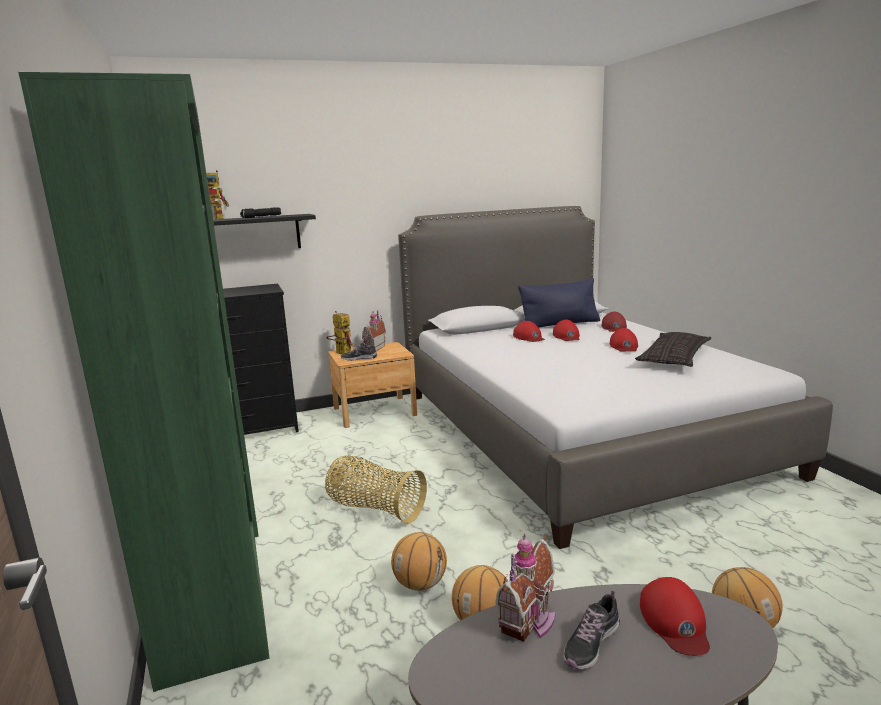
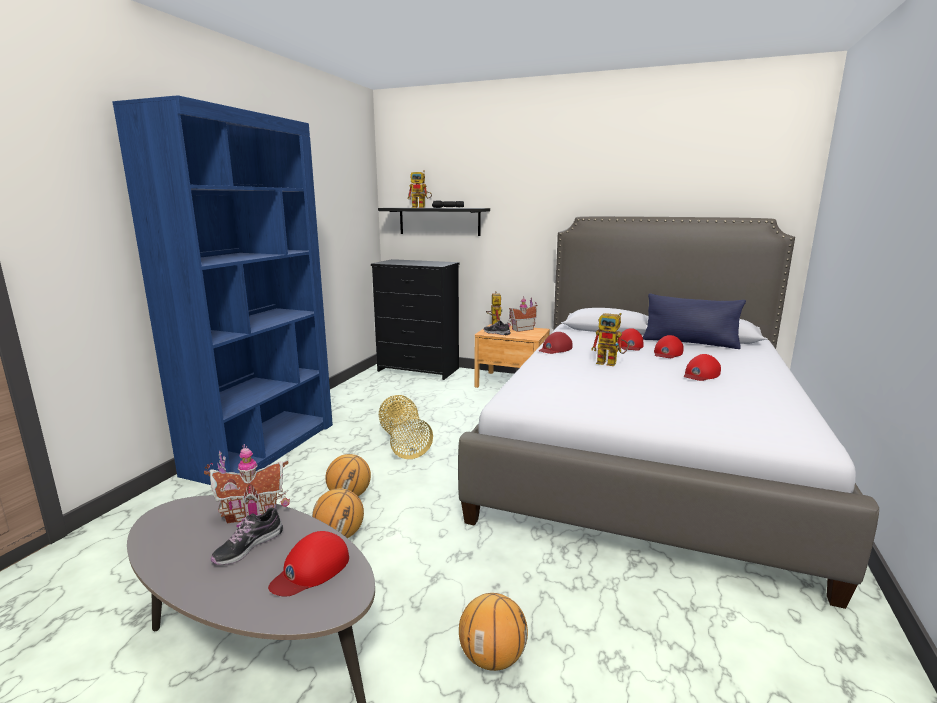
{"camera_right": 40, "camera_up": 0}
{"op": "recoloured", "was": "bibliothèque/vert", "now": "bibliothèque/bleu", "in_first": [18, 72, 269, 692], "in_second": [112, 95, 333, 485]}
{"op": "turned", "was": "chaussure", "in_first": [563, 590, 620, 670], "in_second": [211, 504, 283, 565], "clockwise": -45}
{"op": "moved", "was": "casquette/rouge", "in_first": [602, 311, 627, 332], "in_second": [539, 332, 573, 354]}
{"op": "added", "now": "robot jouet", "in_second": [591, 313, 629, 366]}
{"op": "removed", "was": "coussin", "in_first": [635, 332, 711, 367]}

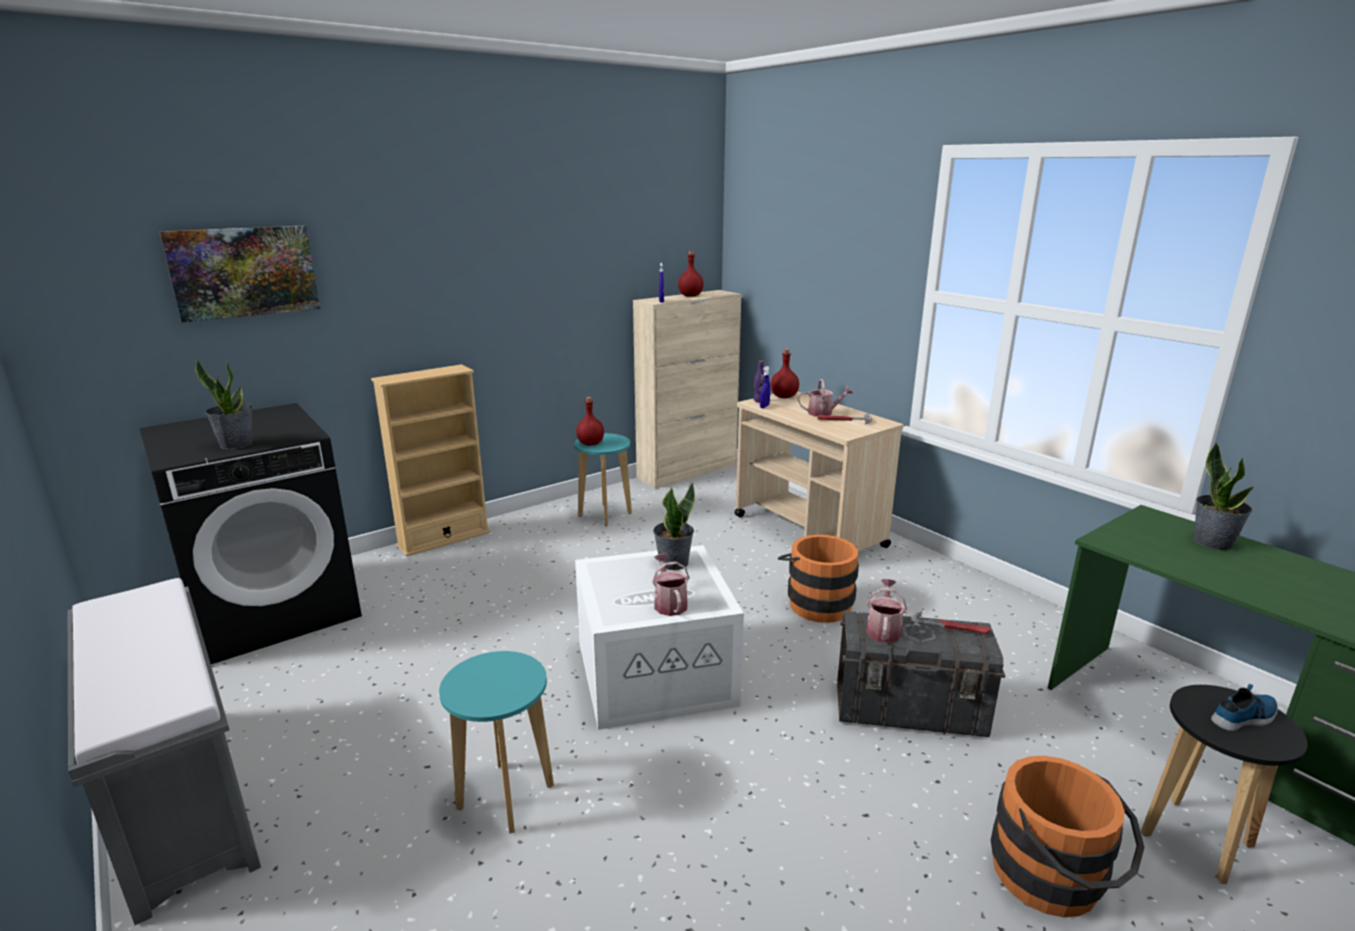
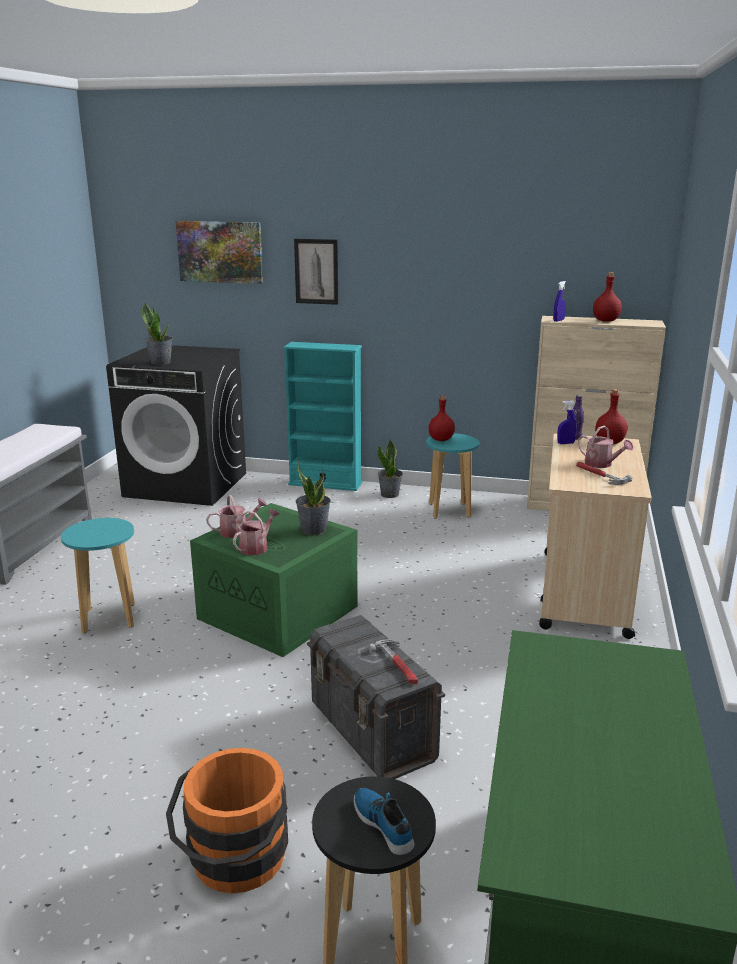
{"camera_right": 50, "camera_up": 0}
{"op": "recoloured", "was": "boîte de rangement/blanc", "now": "boîte de rangement/vert", "in_first": [575, 545, 744, 730], "in_second": [190, 503, 358, 657]}
{"op": "moved", "was": "arrosoir", "in_first": [866, 579, 907, 643], "in_second": [206, 495, 267, 538]}
{"op": "recoloured", "was": "bibliothèque/beige", "now": "bibliothèque/turquoise", "in_first": [371, 364, 490, 557], "in_second": [283, 342, 362, 491]}
{"op": "added", "now": "tableau", "in_second": [294, 239, 338, 305]}
{"op": "turned", "was": "chaussure", "in_first": [1211, 684, 1278, 731], "in_second": [353, 788, 415, 855], "clockwise": -150}
{"op": "moved", "was": "plante en pot", "in_first": [1193, 442, 1254, 550], "in_second": [378, 438, 403, 498]}
{"op": "removed", "was": "seau/orange", "in_first": [778, 535, 859, 623]}

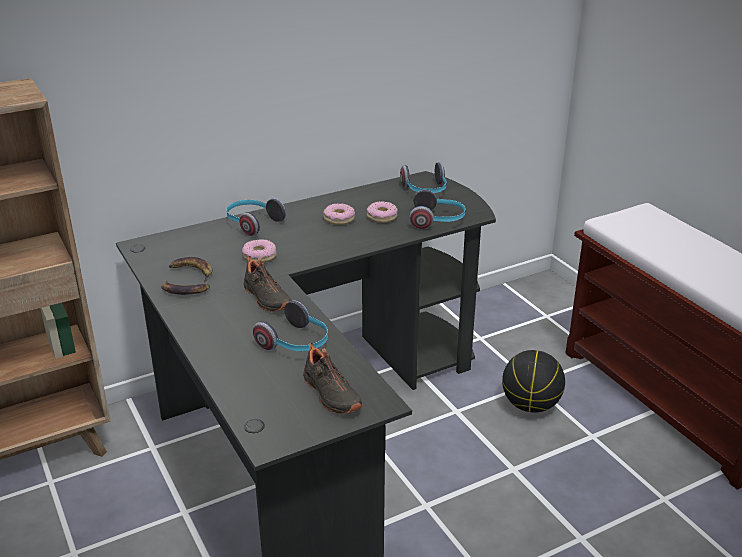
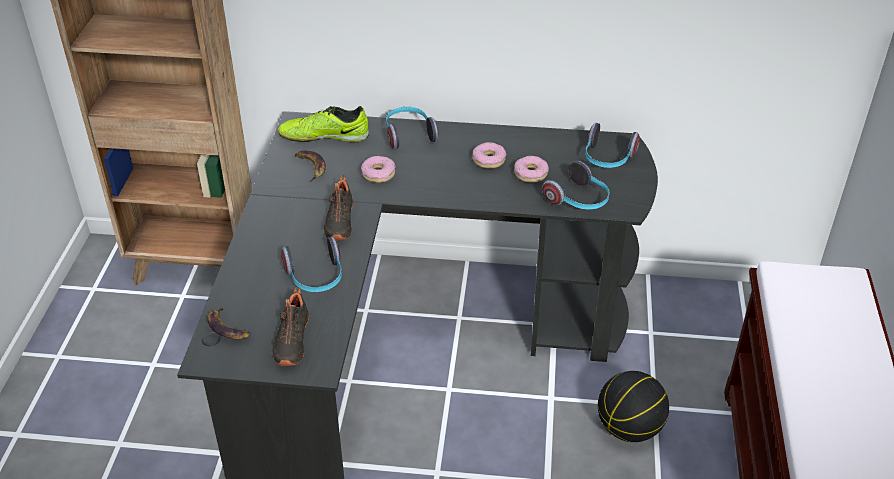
{"camera_right": 35, "camera_up": 10}
{"op": "moved", "was": "banane", "in_first": [161, 281, 210, 295], "in_second": [207, 306, 251, 340]}
{"op": "added", "now": "chaussure", "in_second": [278, 106, 369, 142]}

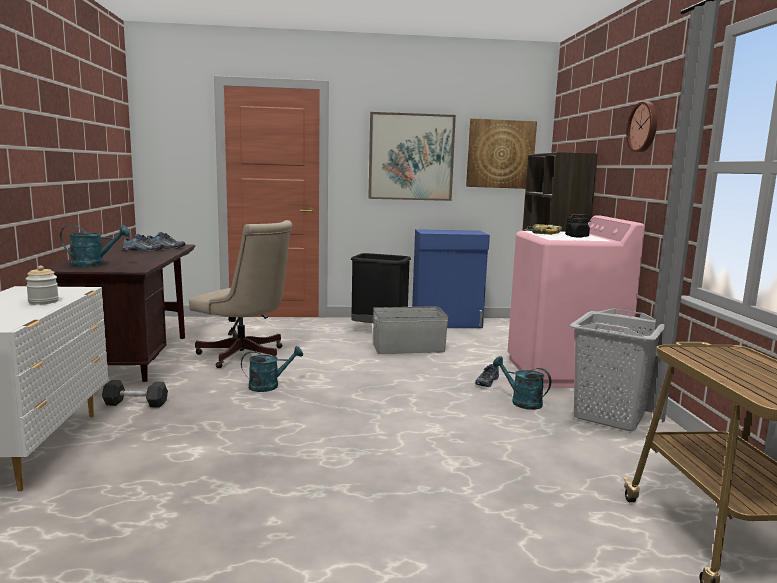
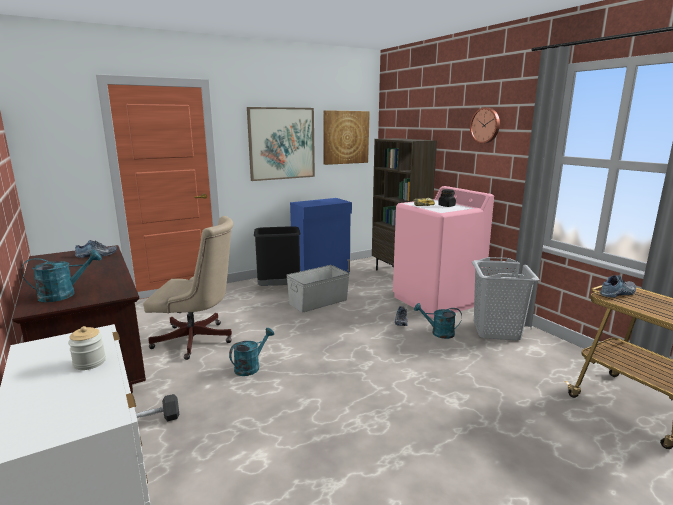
{"camera_right": -25, "camera_up": 5}
{"op": "moved", "was": "chaussure", "in_first": [122, 234, 164, 252], "in_second": [600, 275, 636, 297]}

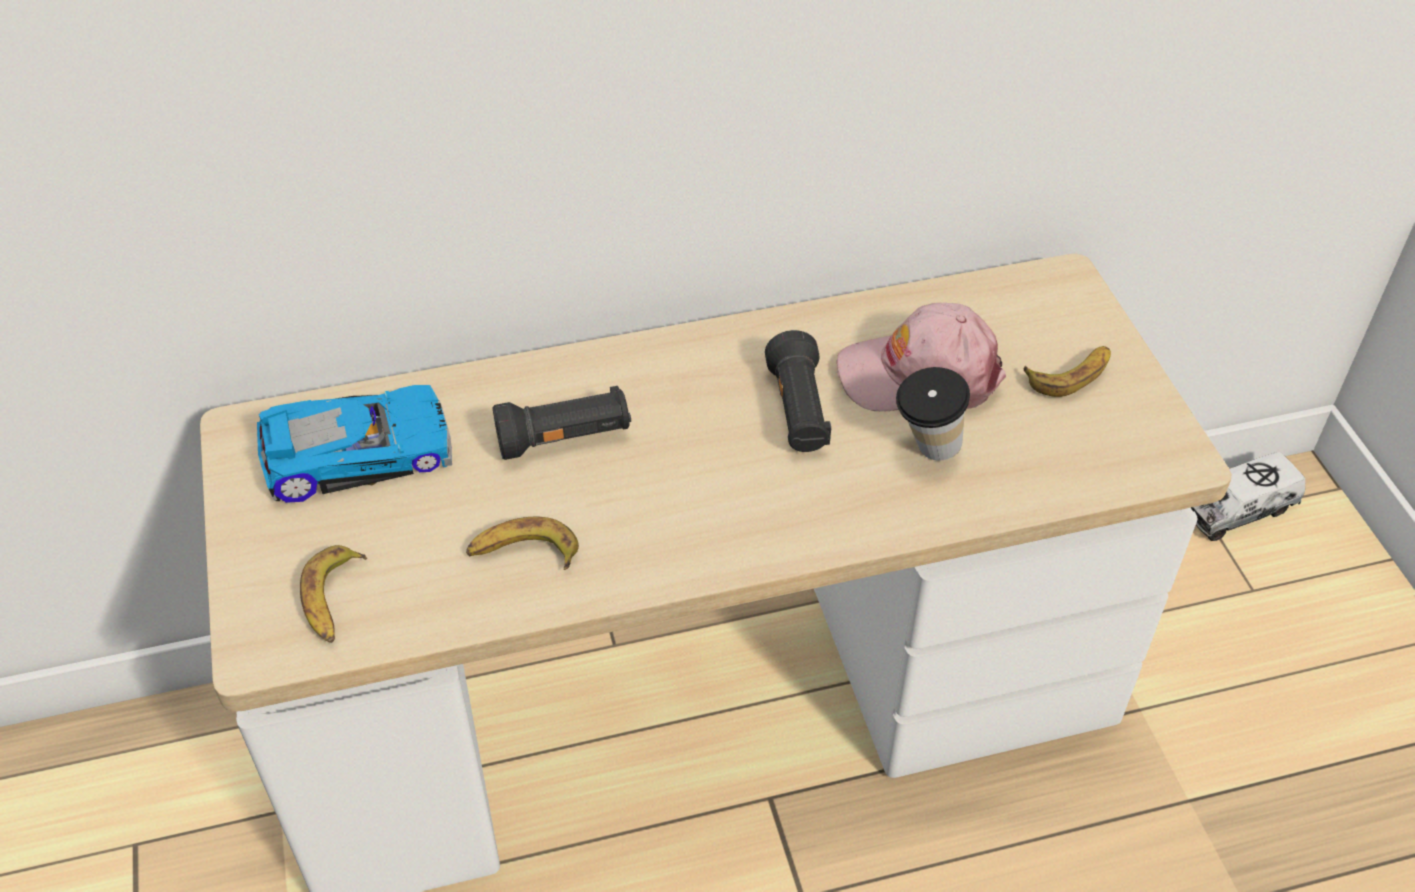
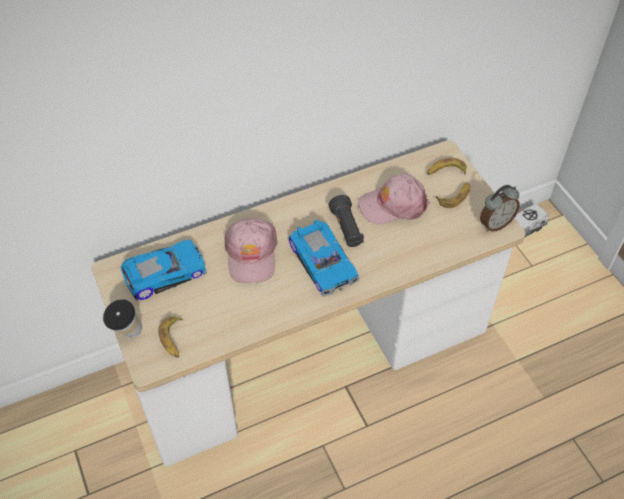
{"camera_right": -10, "camera_up": 5}
{"op": "moved", "was": "tasse", "in_first": [896, 367, 970, 461], "in_second": [103, 299, 142, 338]}
{"op": "replaced", "was": "lampe de poche/noir", "now": "casquette/rose", "in_first": [493, 386, 631, 460], "in_second": [224, 218, 278, 283]}
{"op": "added", "now": "petite voiture", "in_second": [289, 220, 359, 297]}
{"op": "moved", "was": "banane", "in_first": [466, 516, 579, 570], "in_second": [427, 158, 467, 175]}
{"op": "added", "now": "réveil", "in_second": [480, 185, 520, 232]}

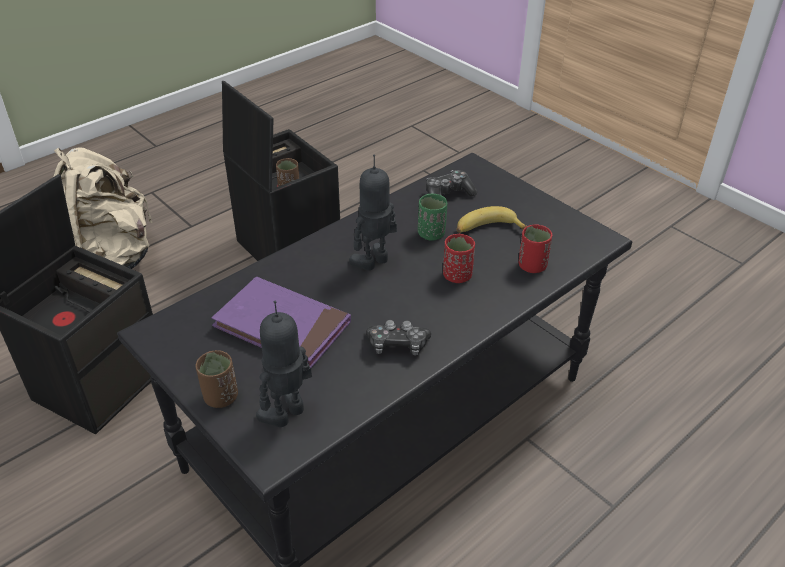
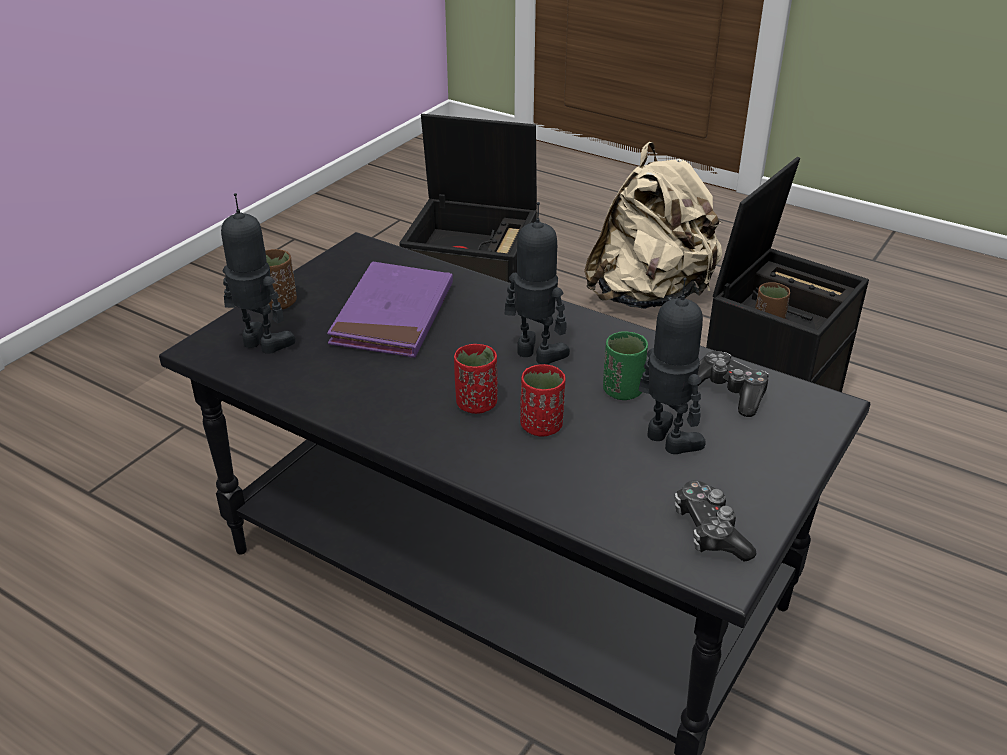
{"camera_right": 75, "camera_up": -5}
{"op": "moved", "was": "tasse/rouge", "in_first": [519, 225, 553, 273], "in_second": [454, 344, 497, 414]}
{"op": "replaced", "was": "banane", "now": "robot jouet", "in_first": [457, 206, 527, 233], "in_second": [639, 277, 706, 454]}
{"op": "moved", "was": "manette", "in_first": [366, 320, 431, 356], "in_second": [675, 481, 757, 562]}

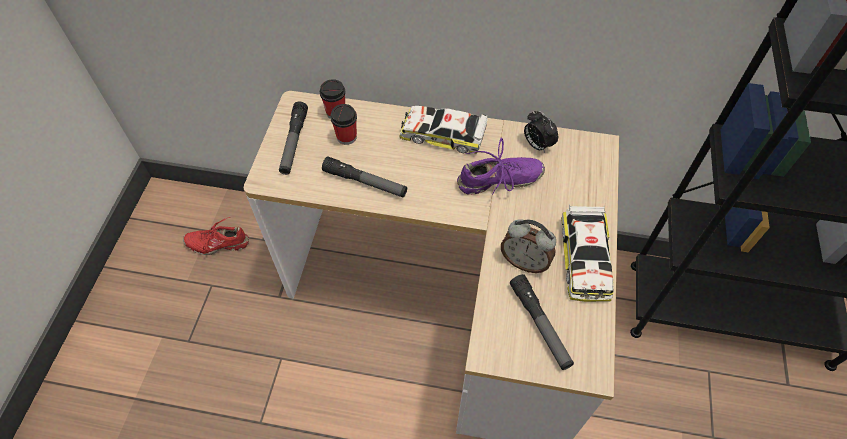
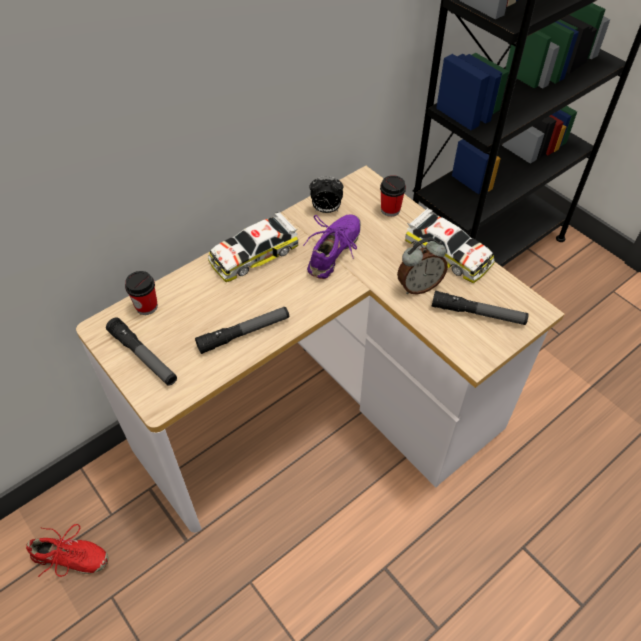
{"camera_right": -50, "camera_up": -5}
{"op": "turned", "was": "chaussure/rouge", "in_first": [183, 217, 249, 255], "in_second": [26, 524, 109, 577], "clockwise": -120}
{"op": "moved", "was": "tasse", "in_first": [330, 104, 357, 145], "in_second": [380, 175, 406, 217]}

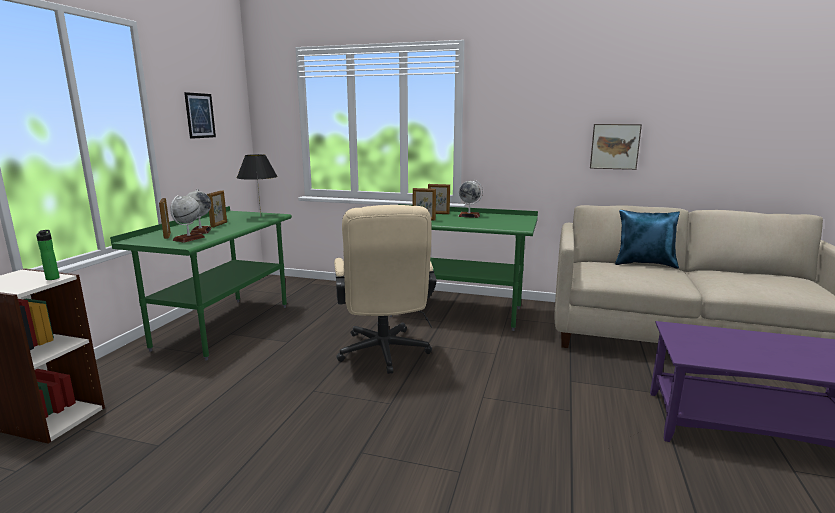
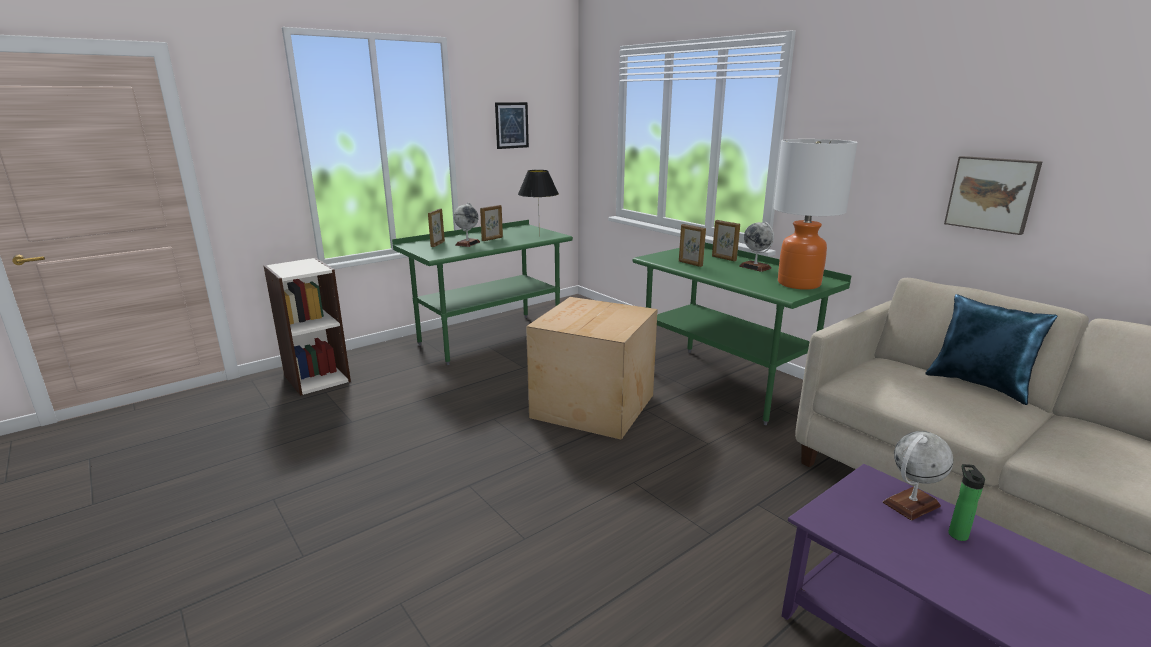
{"camera_right": 35, "camera_up": 5}
{"op": "replaced", "was": "chaise de bureau/beige", "now": "carton", "in_first": [334, 205, 436, 374], "in_second": [526, 297, 658, 440]}
{"op": "added", "now": "lampe de table", "in_second": [773, 139, 858, 290]}
{"op": "moved", "was": "globe", "in_first": [170, 195, 205, 243], "in_second": [883, 431, 954, 520]}
{"op": "moved", "was": "bouteille", "in_first": [36, 230, 60, 280], "in_second": [948, 464, 985, 541]}

